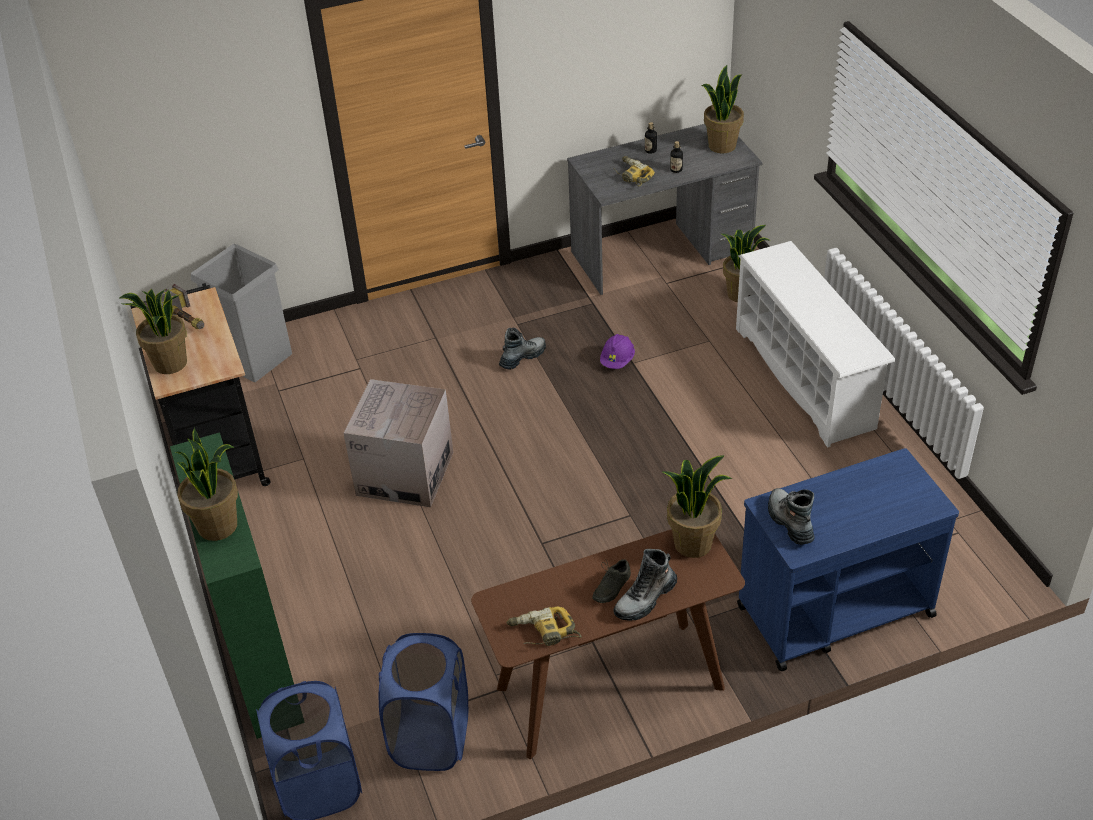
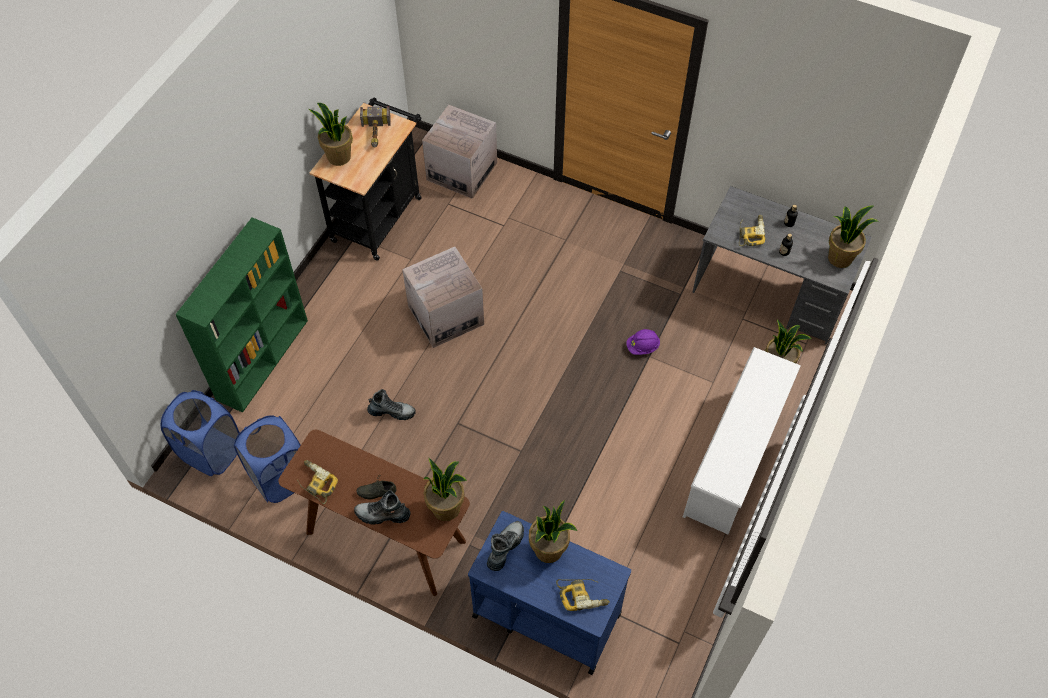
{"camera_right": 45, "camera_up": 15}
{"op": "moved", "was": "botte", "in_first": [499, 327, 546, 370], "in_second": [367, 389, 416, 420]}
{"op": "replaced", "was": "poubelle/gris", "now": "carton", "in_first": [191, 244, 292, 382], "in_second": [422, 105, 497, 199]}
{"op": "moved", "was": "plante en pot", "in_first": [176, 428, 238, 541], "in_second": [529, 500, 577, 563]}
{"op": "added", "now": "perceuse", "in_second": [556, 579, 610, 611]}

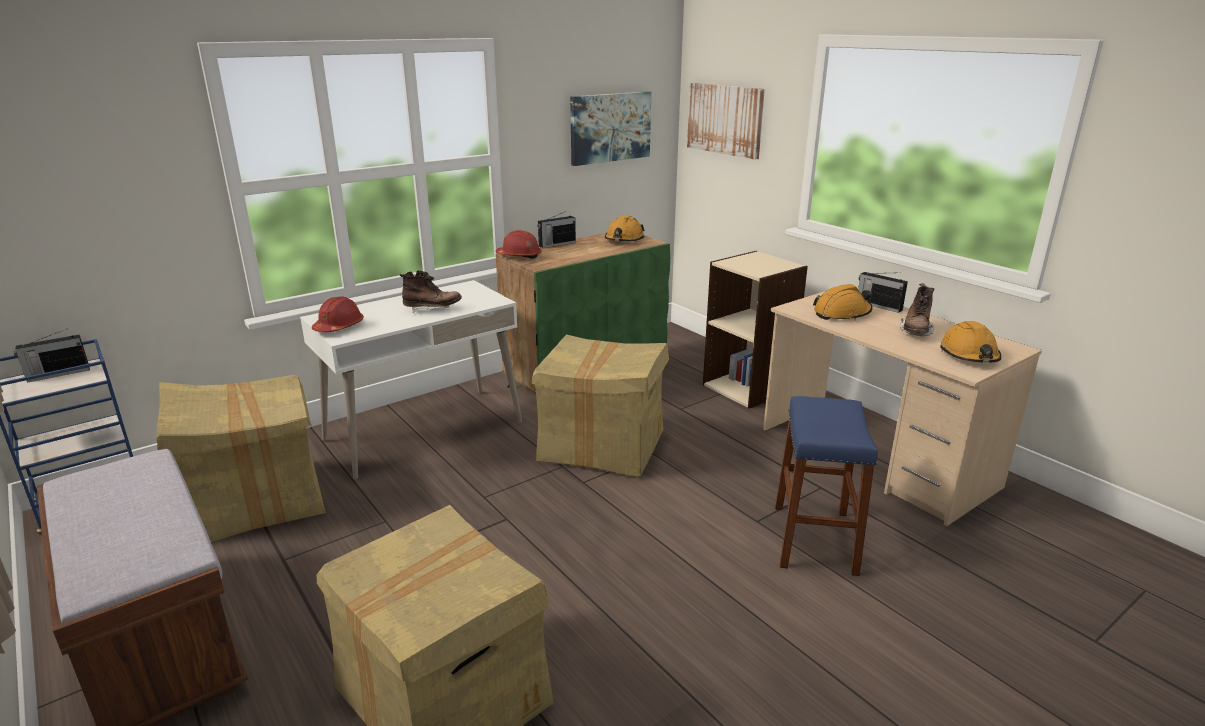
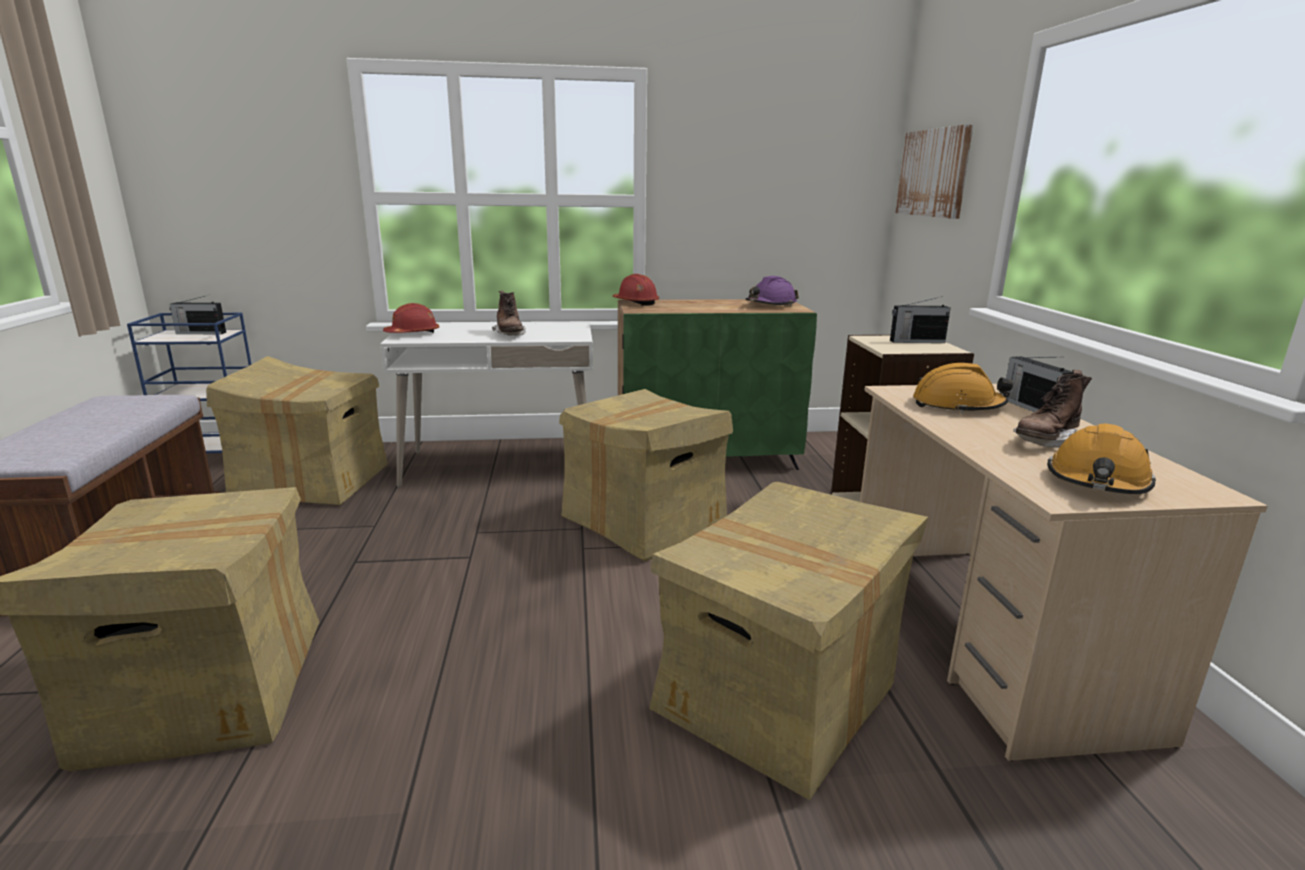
{"camera_right": 30, "camera_up": -5}
{"op": "turned", "was": "botte/marron", "in_first": [400, 270, 462, 313], "in_second": [492, 291, 526, 336], "clockwise": 45}
{"op": "replaced", "was": "tabouret/bleu", "now": "carton", "in_first": [775, 396, 877, 576], "in_second": [649, 482, 928, 800]}
{"op": "recoloured", "was": "casque de chantier/orange", "now": "casque de chantier/violet", "in_first": [605, 215, 645, 241], "in_second": [745, 276, 799, 306]}
{"op": "moved", "was": "radio", "in_first": [537, 211, 576, 248], "in_second": [890, 296, 951, 343]}
{"op": "removed", "was": "tableau", "in_first": [570, 91, 651, 166]}

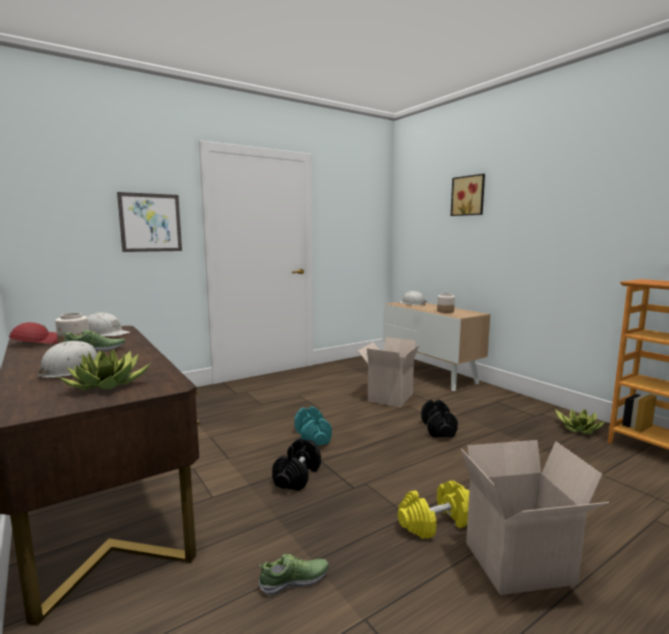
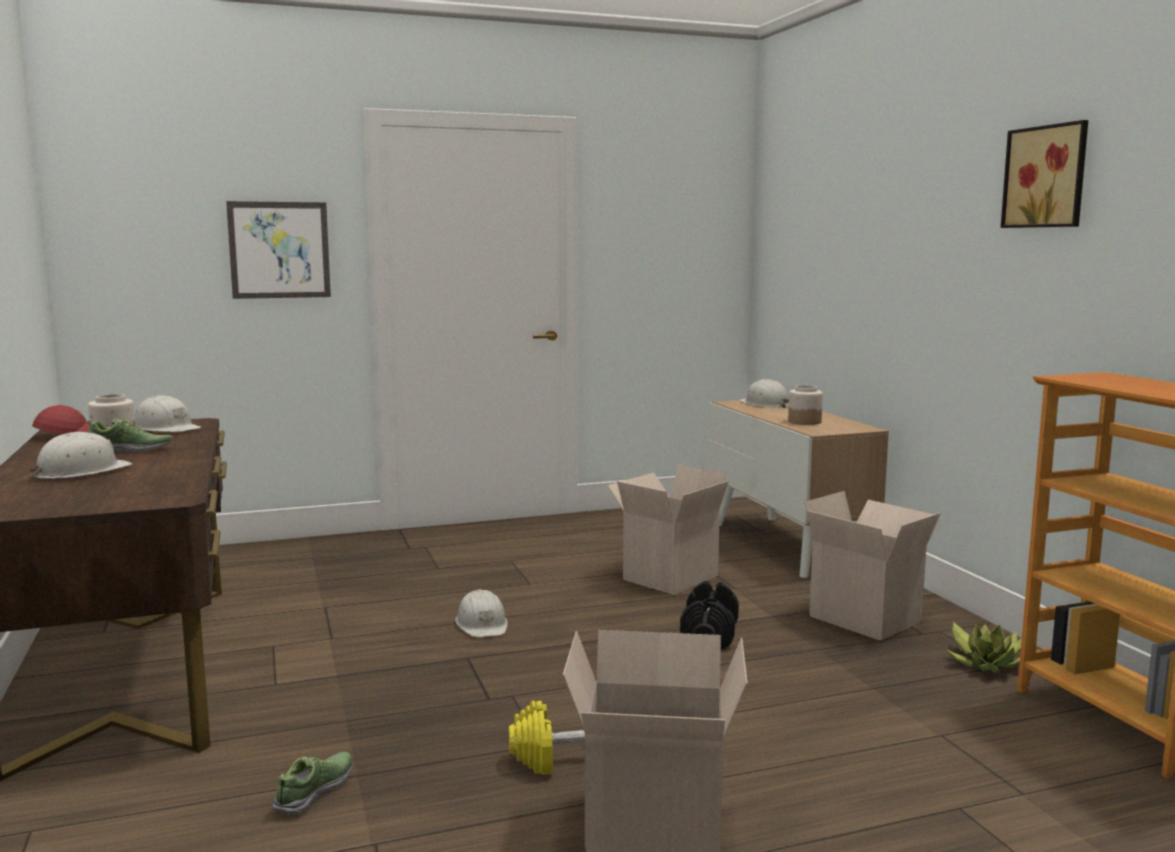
{"camera_right": 15, "camera_up": 0}
{"op": "turned", "was": "chaussure", "in_first": [258, 554, 329, 596], "in_second": [272, 752, 352, 814], "clockwise": -60}
{"op": "replaced", "was": "haltère/turquoise", "now": "casque de chantier/blanc", "in_first": [294, 406, 332, 446], "in_second": [455, 589, 508, 637]}
{"op": "added", "now": "carton", "in_second": [804, 491, 941, 641]}
{"op": "moved", "was": "tableau", "in_first": [451, 174, 485, 216], "in_second": [1001, 120, 1088, 228]}
{"op": "removed", "was": "plante en pot", "in_first": [59, 349, 150, 390]}
{"op": "removed", "was": "haltère/noir", "in_first": [272, 438, 321, 491]}

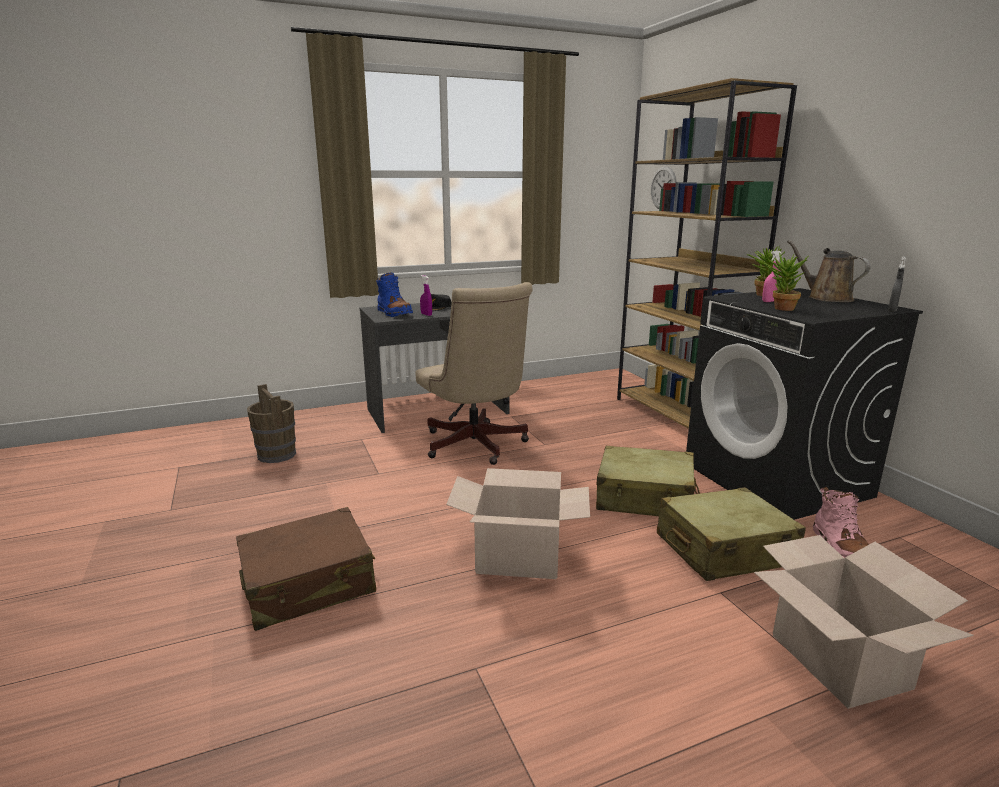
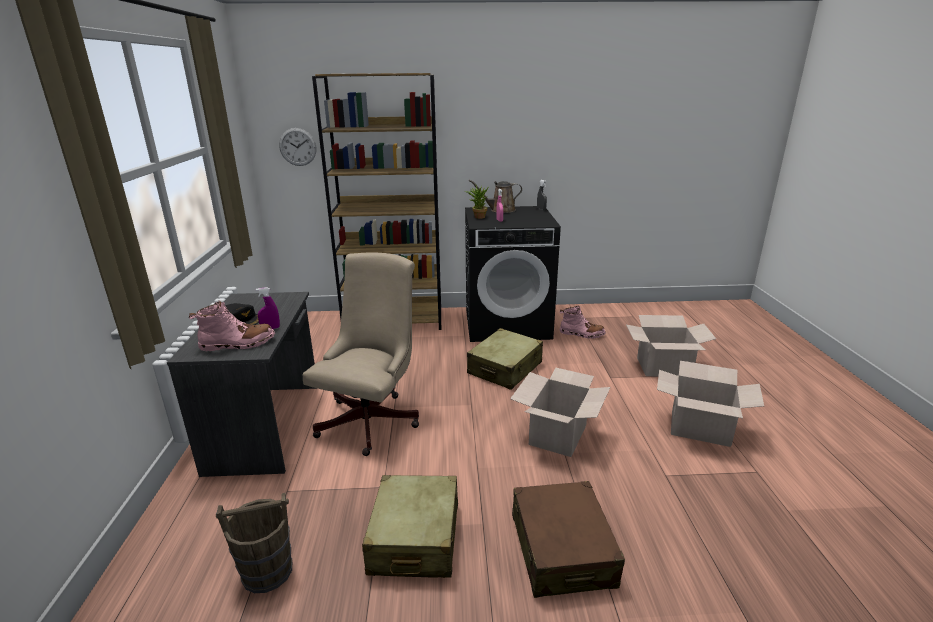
{"camera_right": -70, "camera_up": 5}
{"op": "recoloured", "was": "botte/bleu", "now": "botte/rose", "in_first": [376, 273, 413, 317], "in_second": [189, 301, 275, 352]}
{"op": "turned", "was": "chaise de bureau/beige", "in_first": [415, 282, 533, 465], "in_second": [303, 252, 419, 456], "clockwise": -60}
{"op": "moved", "was": "valise/beige", "in_first": [657, 487, 806, 581], "in_second": [362, 475, 458, 578]}
{"op": "added", "now": "carton", "in_second": [657, 361, 764, 447]}
{"op": "removed", "was": "plante en pot", "in_first": [764, 252, 808, 311]}

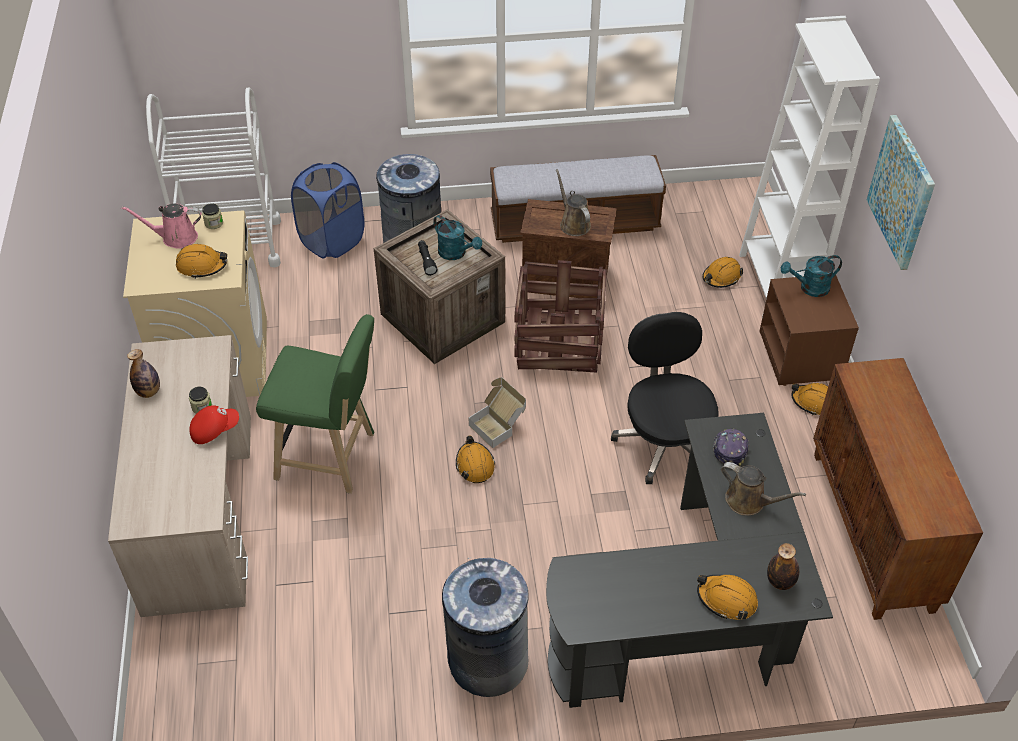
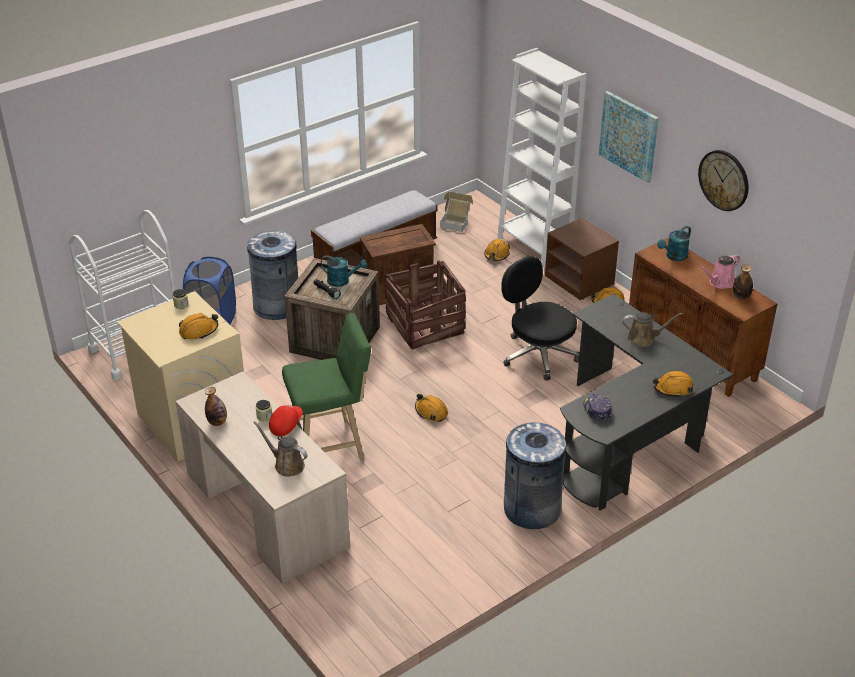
{"camera_right": -30, "camera_up": -10}
{"op": "moved", "was": "arrosoir/marron", "in_first": [556, 169, 591, 236], "in_second": [253, 421, 308, 477]}
{"op": "moved", "was": "carton", "in_first": [469, 377, 526, 448], "in_second": [440, 191, 473, 232]}
{"op": "moved", "was": "casquette", "in_first": [713, 428, 749, 466], "in_second": [583, 394, 612, 420]}
{"op": "moved", "was": "arrosoir/turquoise", "in_first": [781, 255, 842, 297], "in_second": [657, 226, 691, 261]}
{"op": "added", "now": "horloge murale", "in_second": [698, 150, 749, 211]}
{"op": "moved", "was": "arrosoir/rose", "in_first": [121, 204, 202, 249], "in_second": [700, 254, 740, 289]}
{"op": "moved", "was": "bouteille", "in_first": [767, 543, 799, 590], "in_second": [733, 265, 753, 299]}

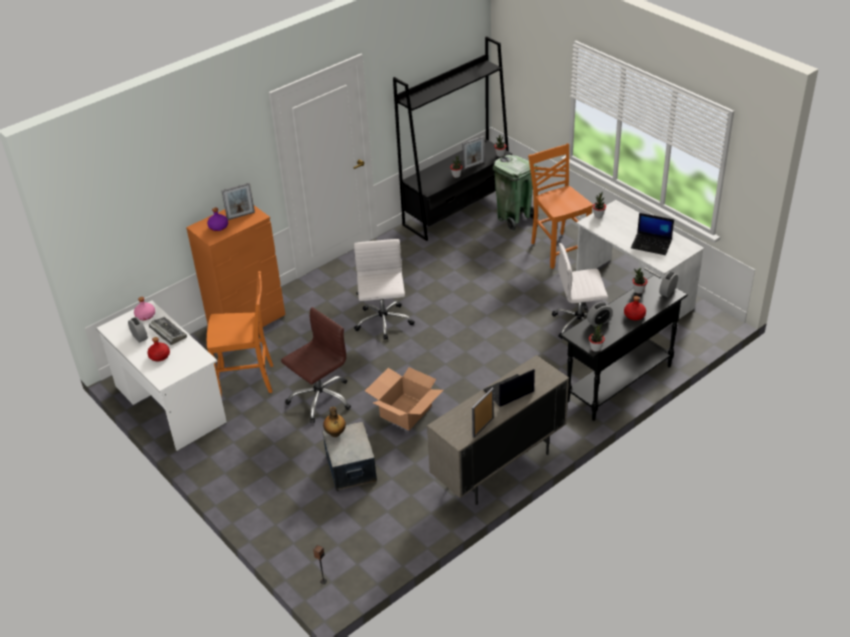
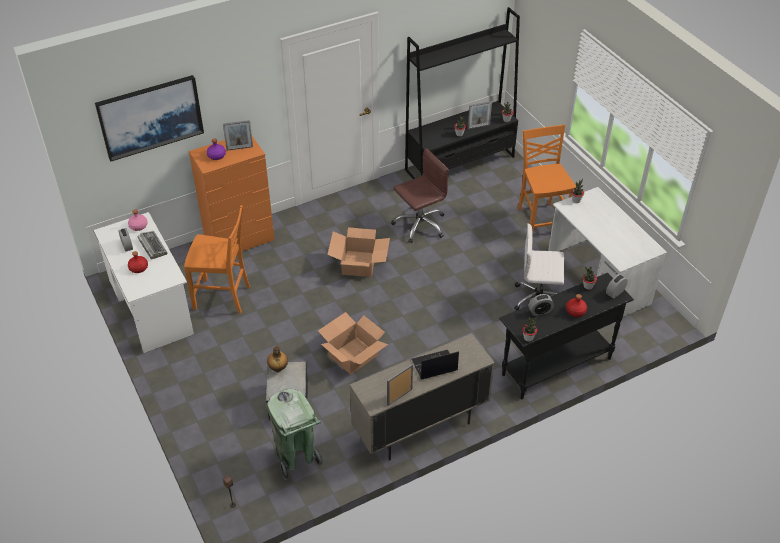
{"camera_right": 10, "camera_up": 5}
{"op": "added", "now": "tableau", "in_second": [95, 75, 204, 161]}
{"op": "moved", "was": "poubelle/vert", "in_first": [493, 155, 539, 232], "in_second": [266, 389, 322, 480]}
{"op": "replaced", "was": "chaise de bureau/blanc", "now": "carton", "in_first": [354, 239, 415, 340], "in_second": [327, 227, 390, 277]}
{"op": "moved", "was": "chaise de bureau/marron", "in_first": [281, 307, 351, 423], "in_second": [391, 148, 449, 243]}
{"op": "removed", "was": "ordinateur portable", "in_first": [631, 213, 674, 255]}

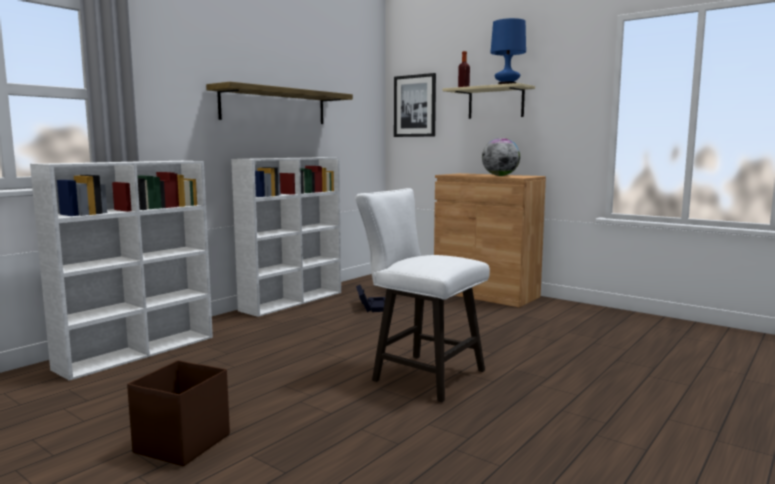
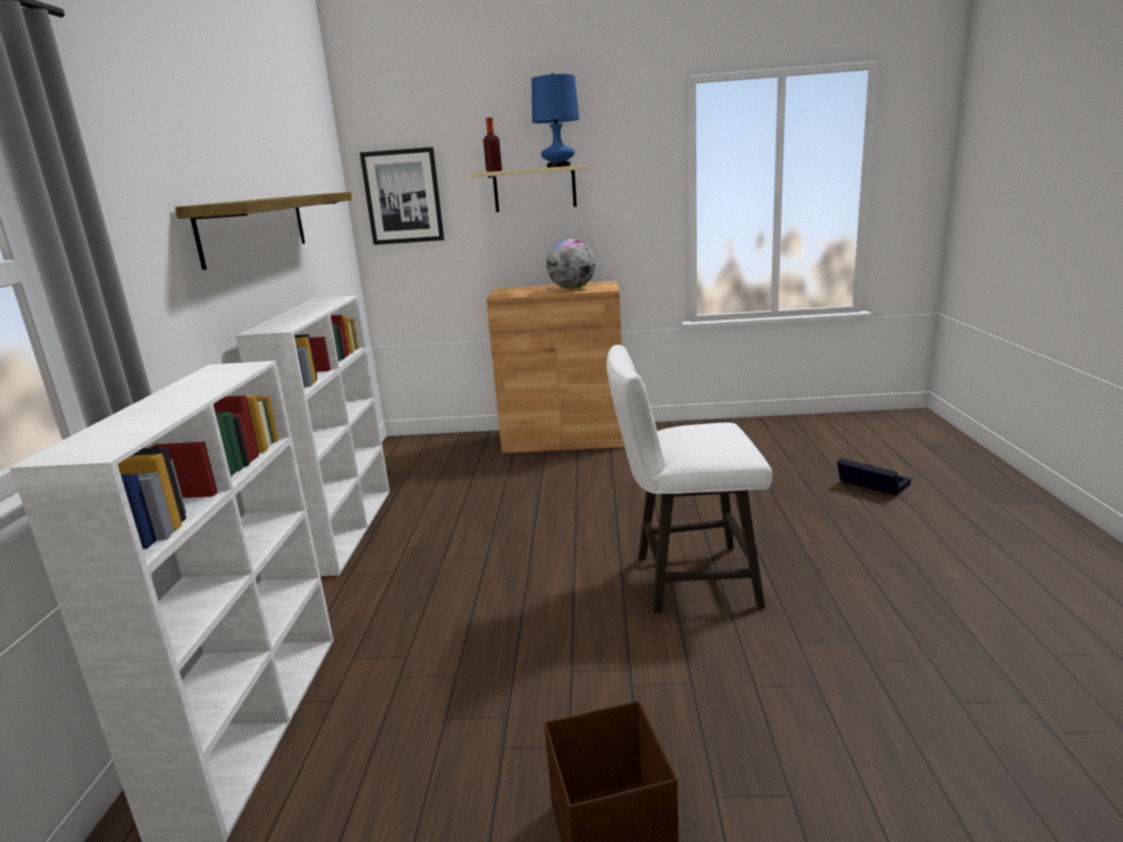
{"camera_right": -35, "camera_up": 10}
{"op": "moved", "was": "boîte de rangement/noir", "in_first": [356, 285, 385, 312], "in_second": [837, 458, 911, 496]}

